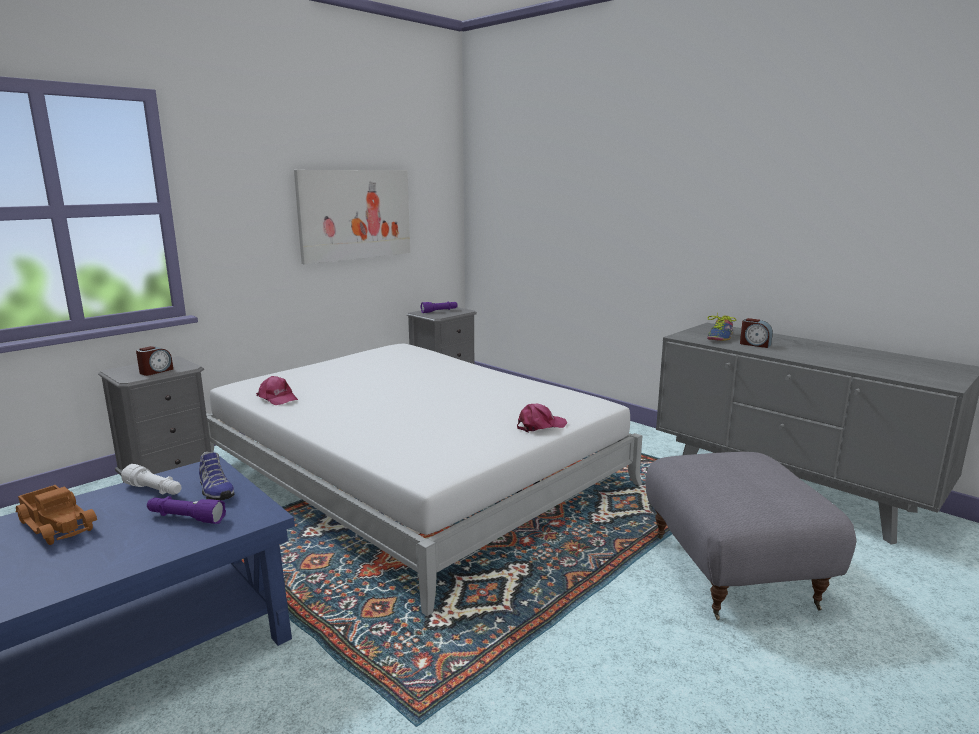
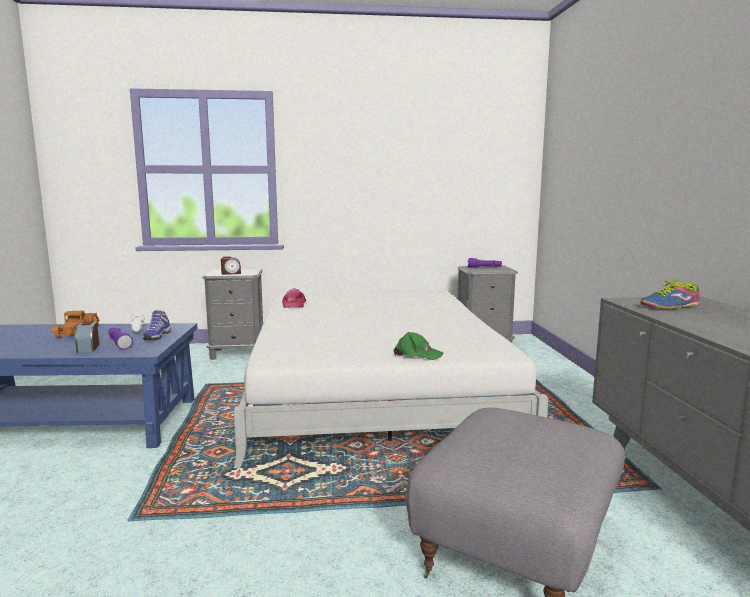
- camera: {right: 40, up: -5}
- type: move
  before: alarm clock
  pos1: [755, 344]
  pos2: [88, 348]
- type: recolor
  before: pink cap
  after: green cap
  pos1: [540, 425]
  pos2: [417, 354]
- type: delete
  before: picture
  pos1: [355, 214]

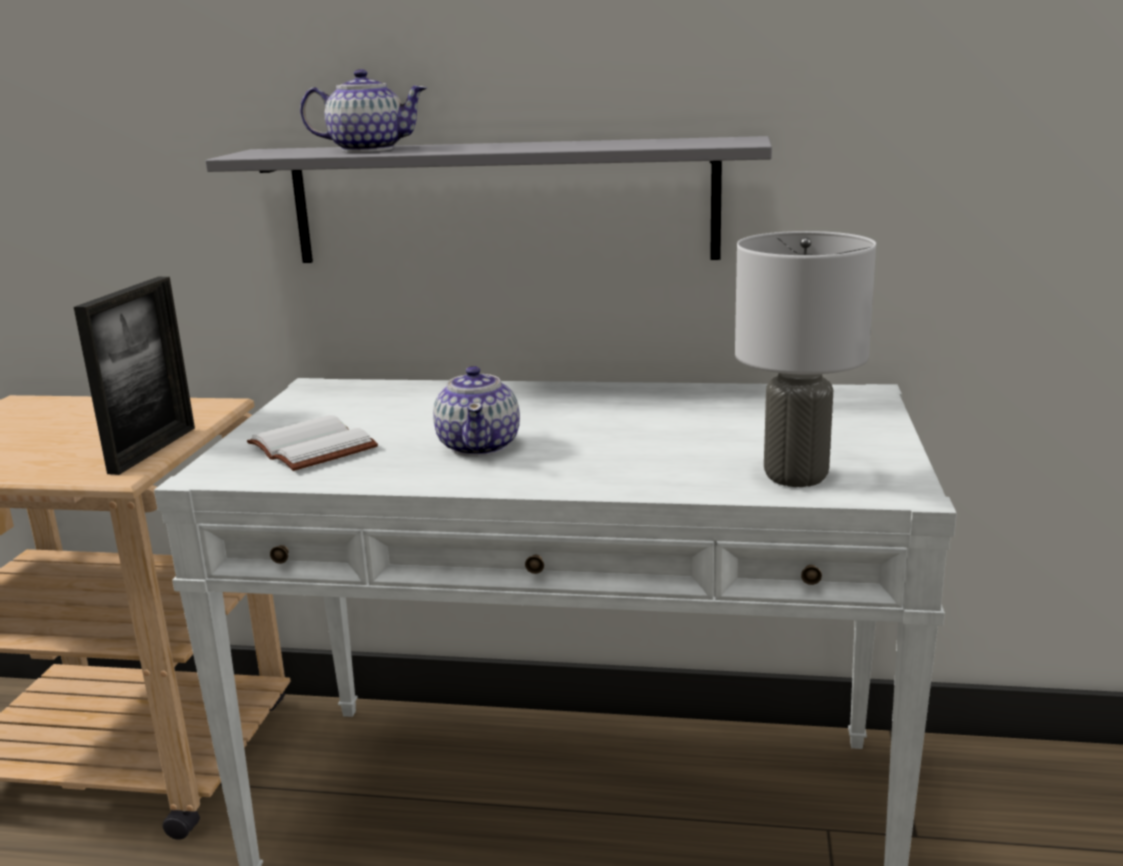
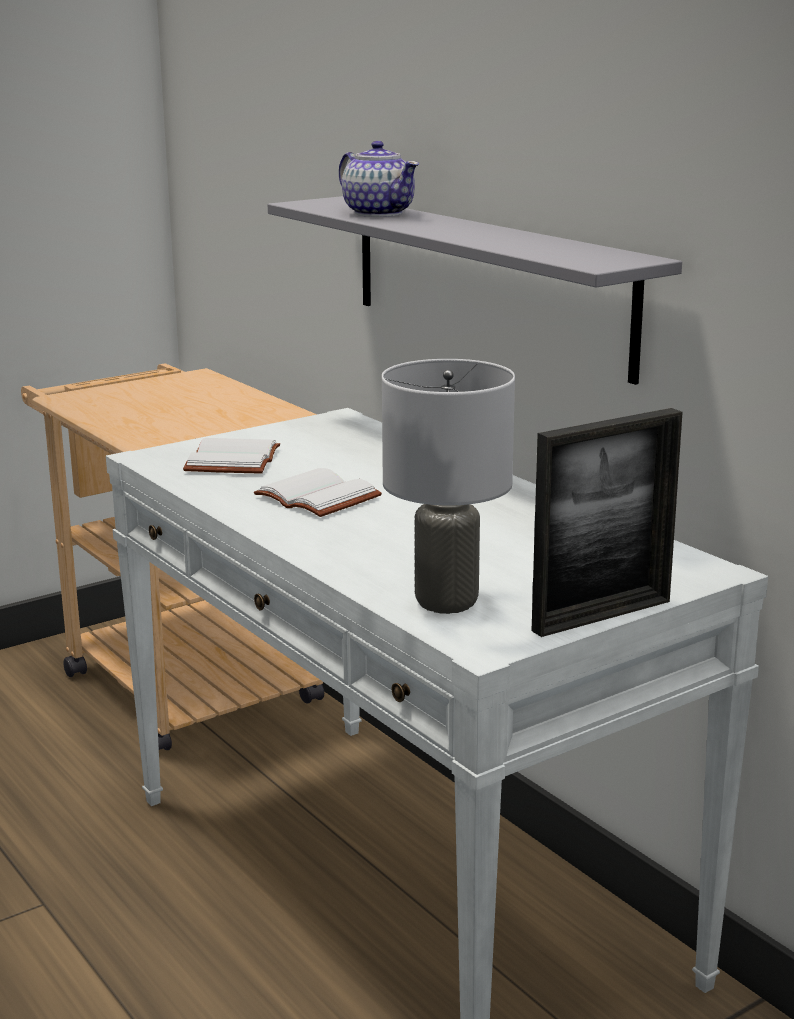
- camera: {right: 45, up: 0}
- type: replace
  before: teapot
  after: white book
  pos1: [479, 446]
  pos2: [321, 497]
- type: move
  before: picture frame
  pos1: [153, 450]
  pos2: [602, 616]

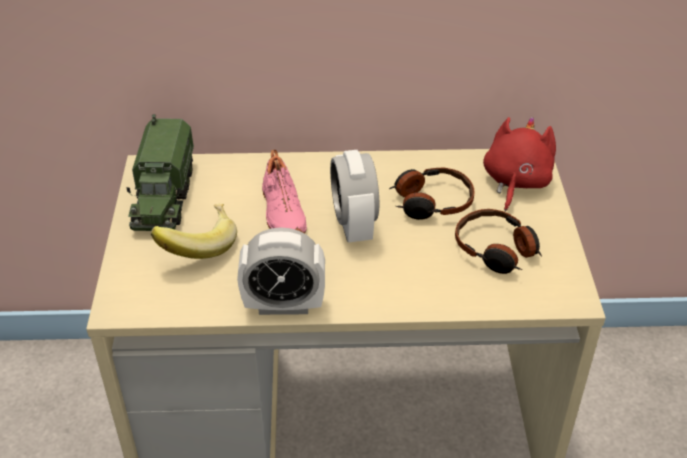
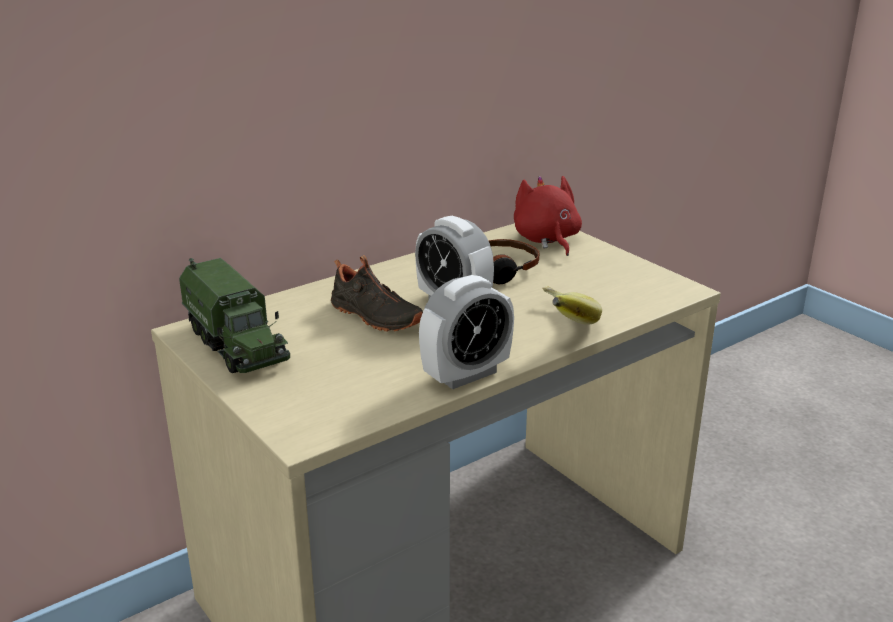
- camera: {right: -35, up: -15}
- type: recolor
  before: pink shoe
  after: black shoe
  pos1: [281, 212]
  pos2: [374, 317]
- type: move
  before: banana
  pos1: [198, 245]
  pos2: [560, 325]
- type: delete
  before: headphones
  pos1: [496, 250]

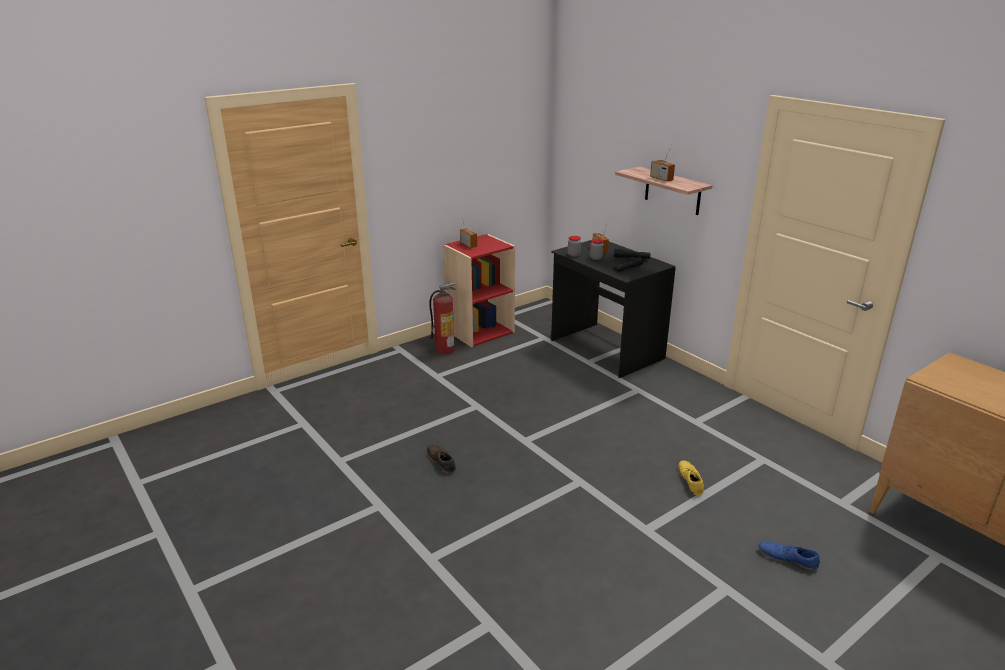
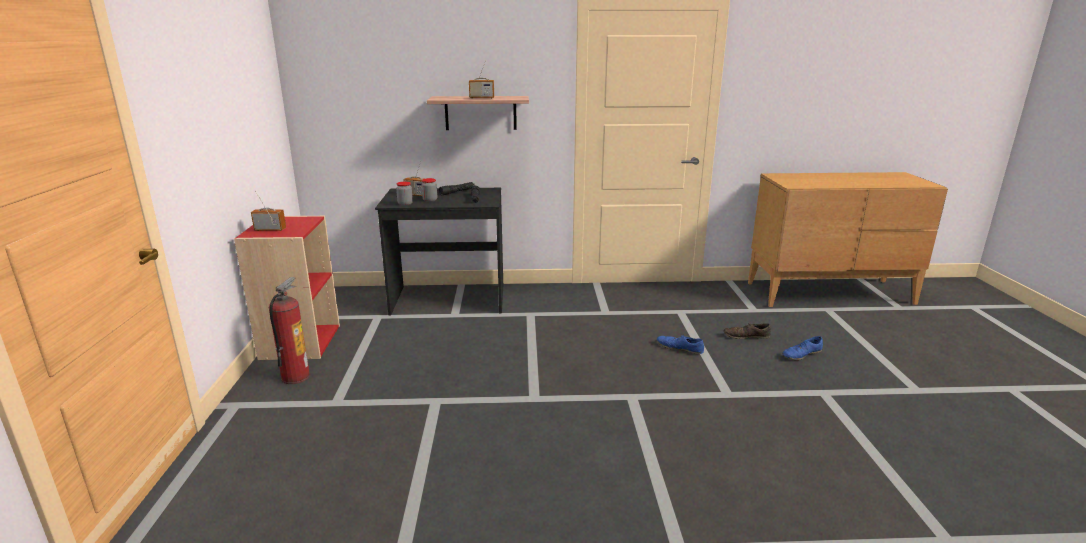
- camera: {right: -55, up: -5}
- type: recolor
  before: yellow shoe
  after: blue shoe
  pos1: [690, 480]
  pos2: [679, 348]
- type: move
  before: brown shoe
  pos1: [441, 461]
  pos2: [746, 336]

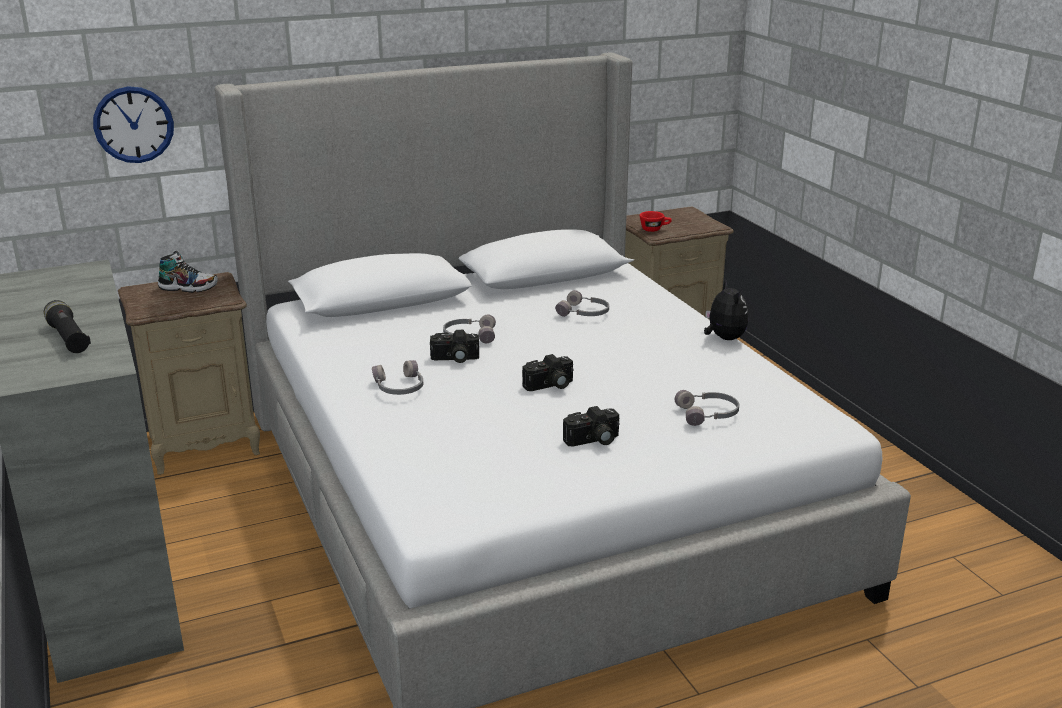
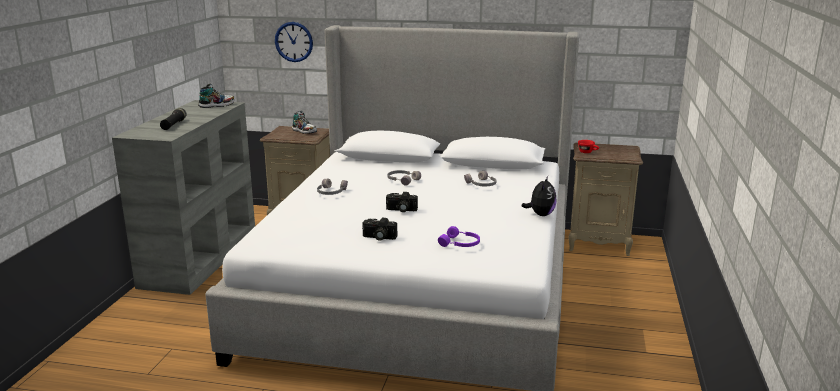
- camera: {right: 35, up: -5}
- type: insert
  after: shoe
  pos2: [217, 105]
- type: recolor
  before: grey headphones
  after: purple headphones
  pos1: [708, 414]
  pos2: [460, 244]
- type: delete
  before: photo camera
  pos1: [454, 359]

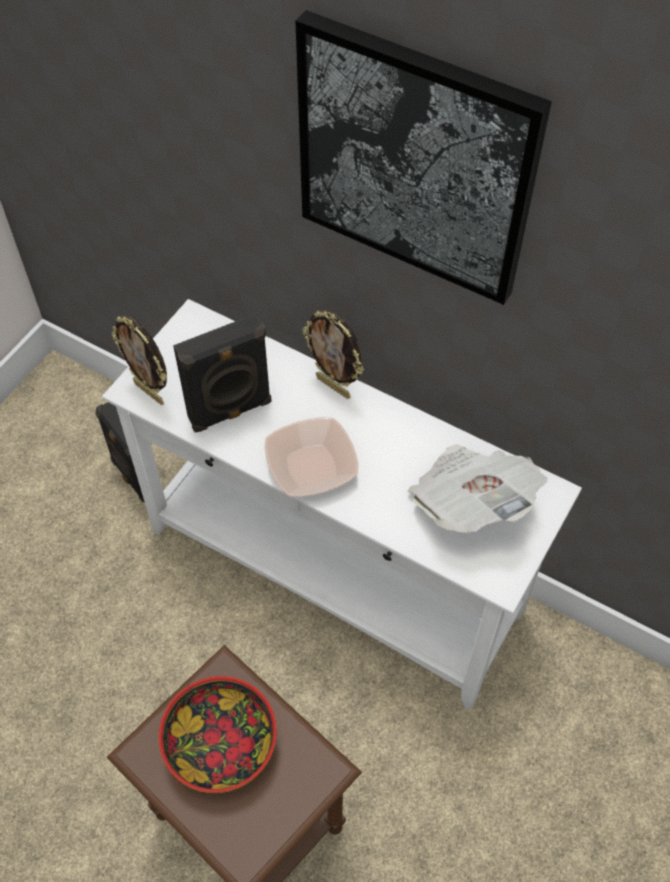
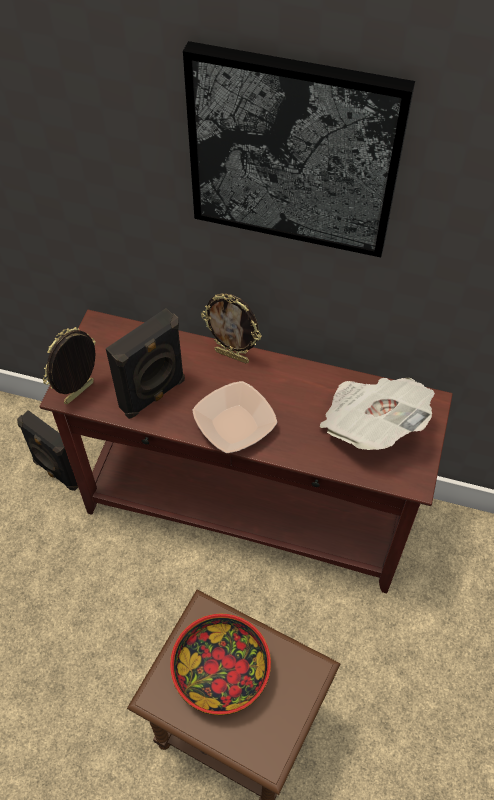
- camera: {right: -15, up: 0}
- type: recolor
  before: white console table
  after: brown console table
  pos1: [337, 570]
  pos2: [248, 507]
- type: rotate
  before: picture frame
  pos1: [150, 392]
  pos2: [80, 394]
  turn: 105

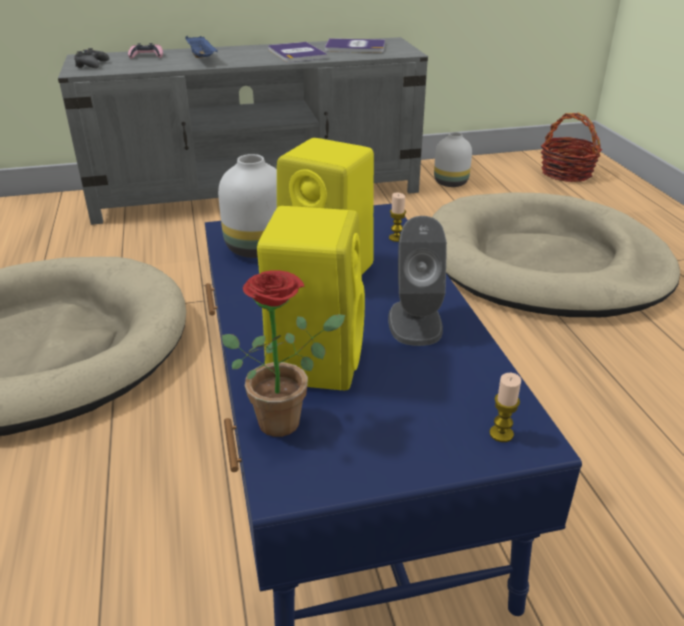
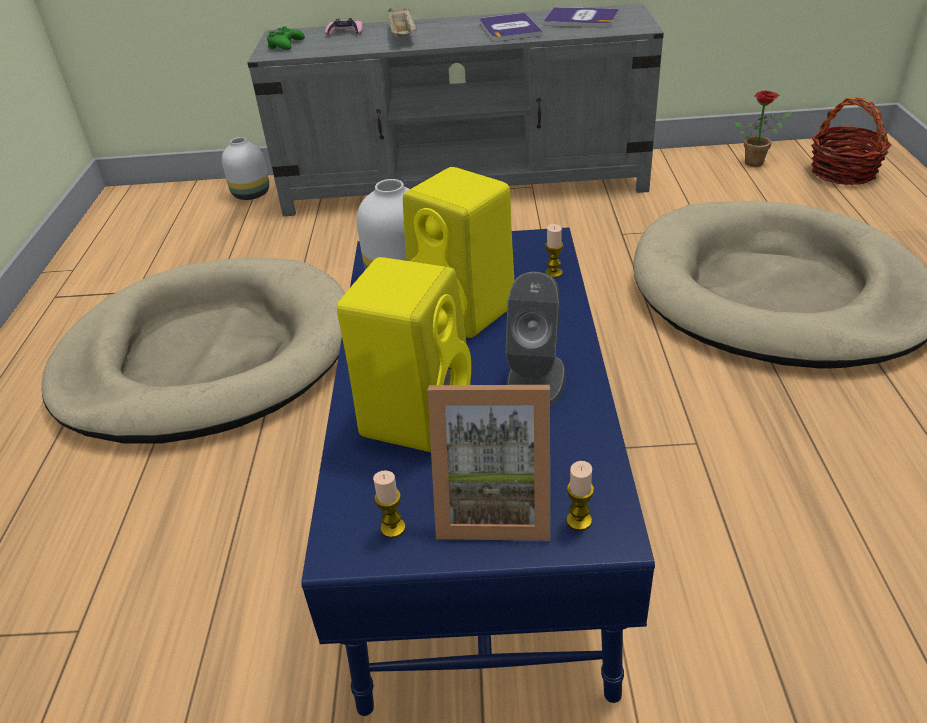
- camera: {right: 15, up: 5}
- type: move
  before: white vase
  pos1: [449, 183]
  pos2: [250, 194]
- type: recolor
  before: black game controller
  after: green game controller
  pos1: [92, 65]
  pos2: [285, 45]
- type: insert
  after: candle
  pos2: [393, 528]
- type: recolor
  before: blue tray
  after: beige tray
  pos1: [202, 58]
  pos2: [403, 36]
- type: insert
  after: picture frame
  pos2: [493, 505]
- type: move
  before: potted plant
  pos1: [287, 418]
  pos2: [757, 162]

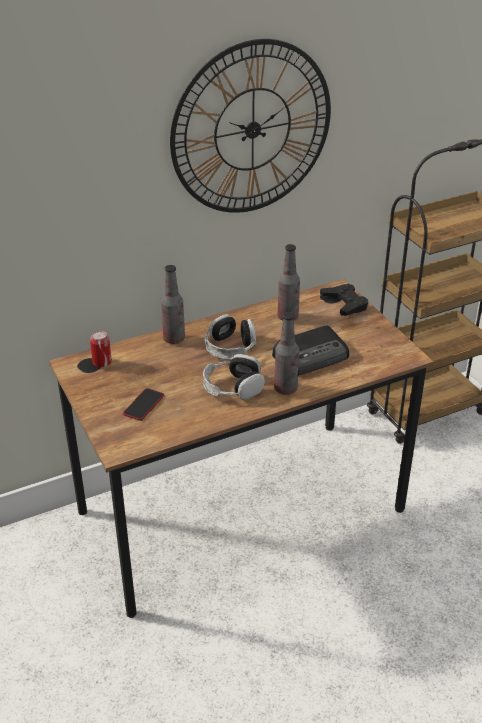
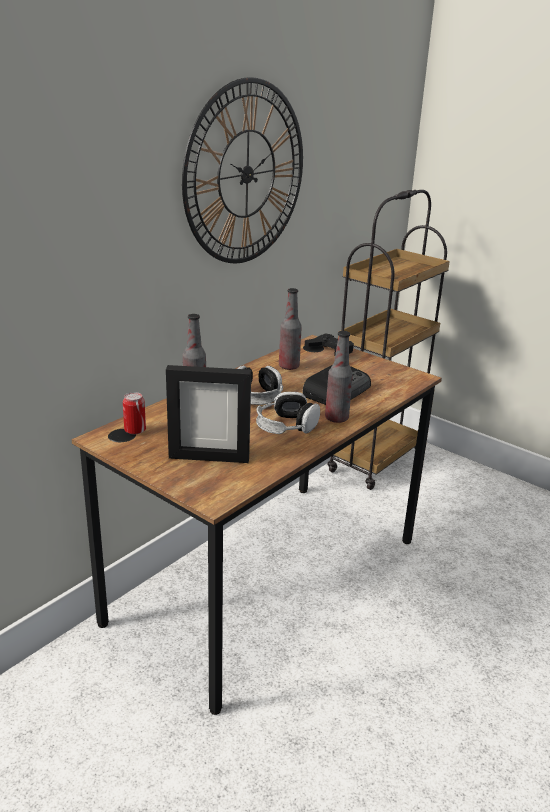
- camera: {right: -25, up: -10}
- type: replace
  before: phone
  after: picture frame
  pos1: [143, 405]
  pos2: [209, 457]

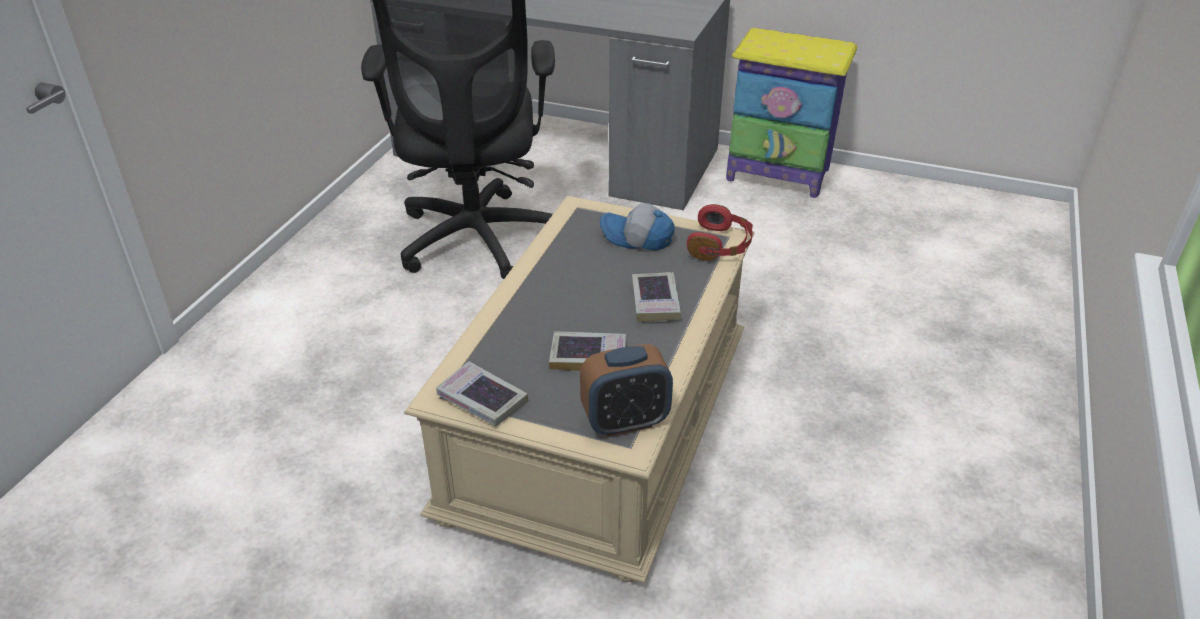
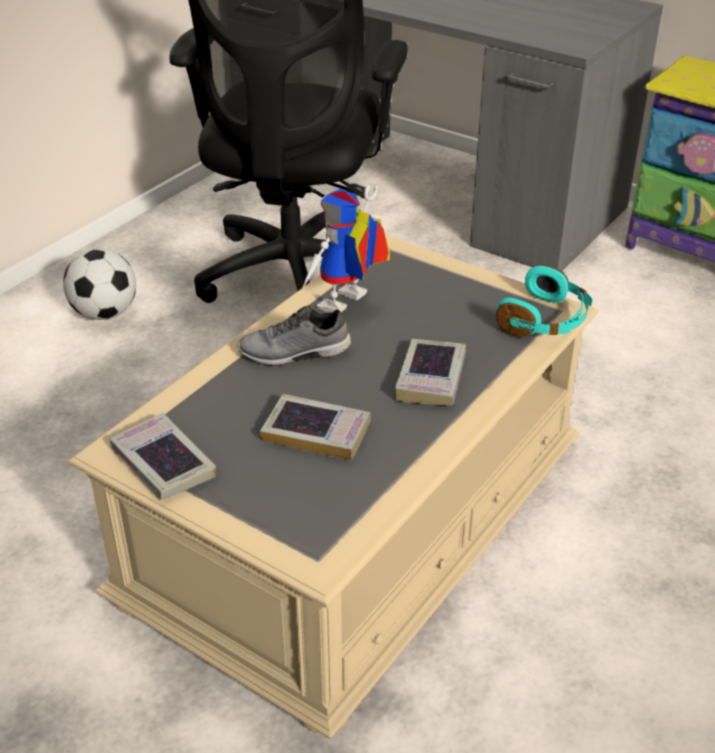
- camera: {right: 15, up: 0}
- type: insert
  after: football
  pos2: [105, 313]
- type: insert
  after: grey shoe
  pos2: [294, 353]
- type: insert
  after: toy robot
  pos2: [346, 306]
- type: recolor
  before: red headphones
  after: turquoise headphones
  pos1: [720, 245]
  pos2: [545, 320]
- type: delete
  before: alarm clock
  pos1: [625, 421]
- type: delete
  before: cap
  pos1: [637, 238]

